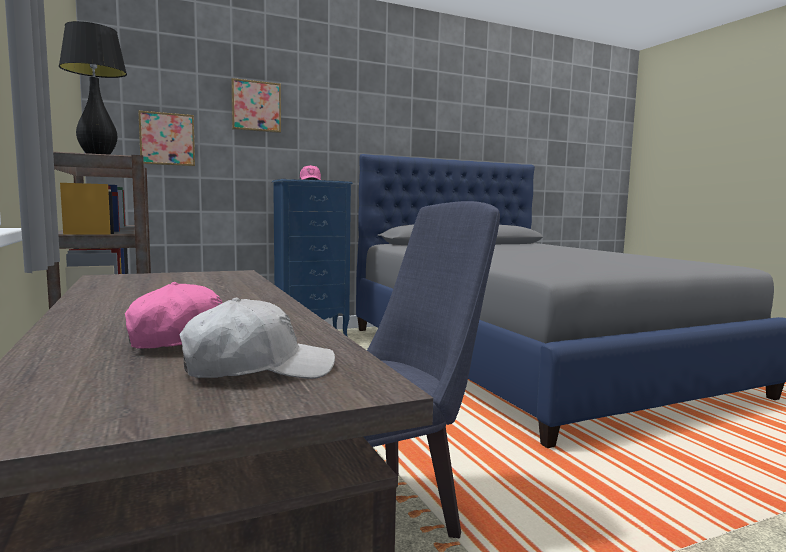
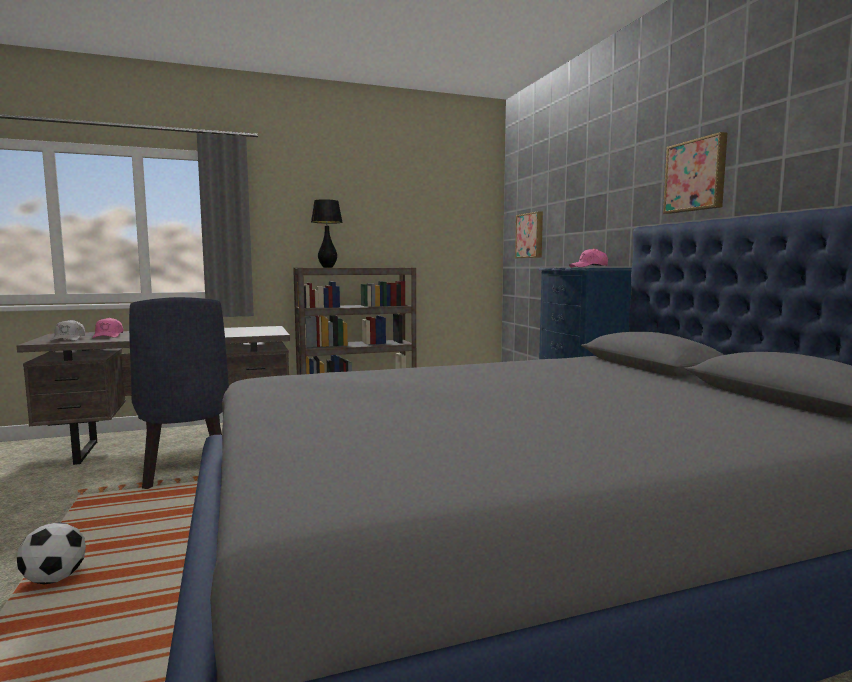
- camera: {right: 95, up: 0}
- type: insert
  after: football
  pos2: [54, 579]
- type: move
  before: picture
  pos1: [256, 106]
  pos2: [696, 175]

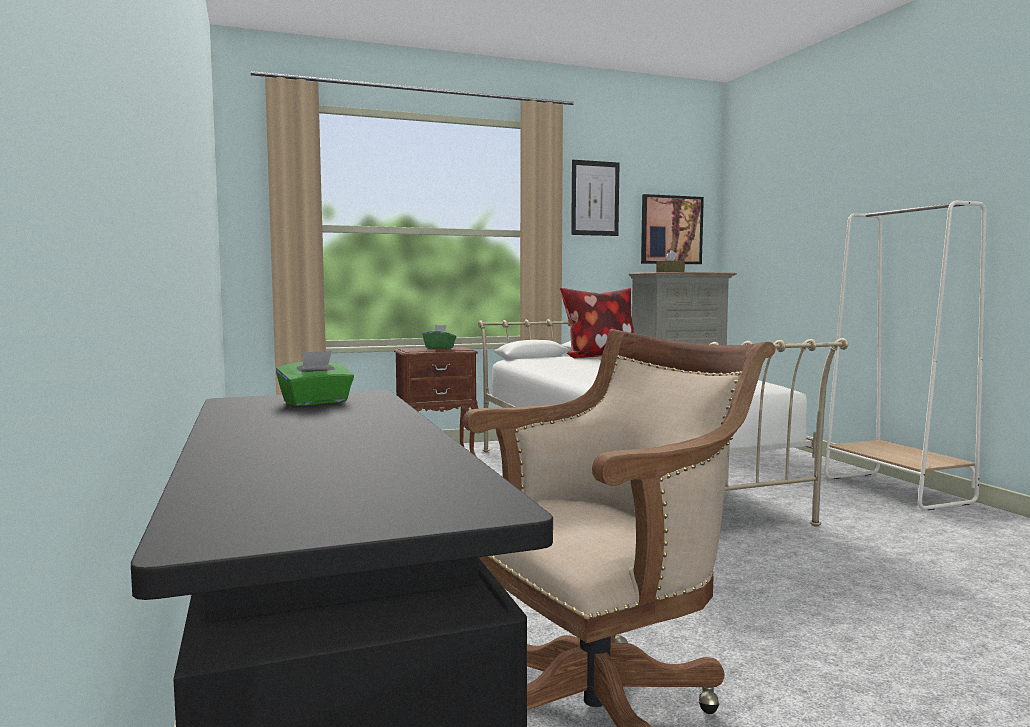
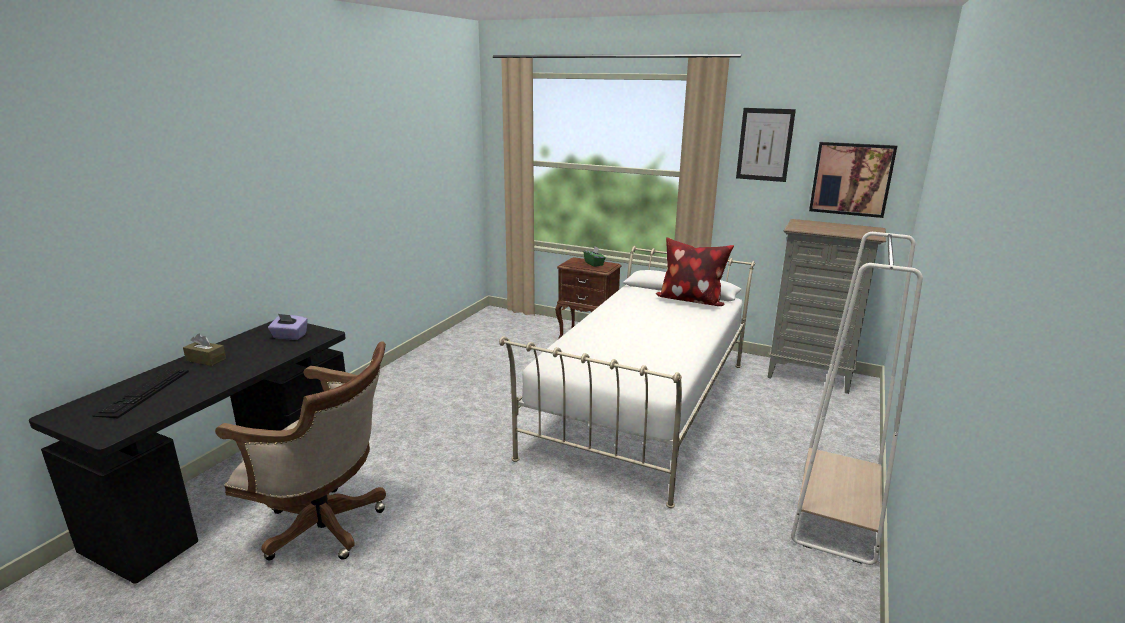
- camera: {right: 45, up: 15}
- type: insert
  after: keyboard
  pos2: [144, 392]
- type: move
  before: brown tissue box
  pos1: [670, 272]
  pos2: [206, 359]
- type: recolor
  before: green tissue box
  after: purple tissue box
  pos1: [316, 402]
  pos2: [289, 336]

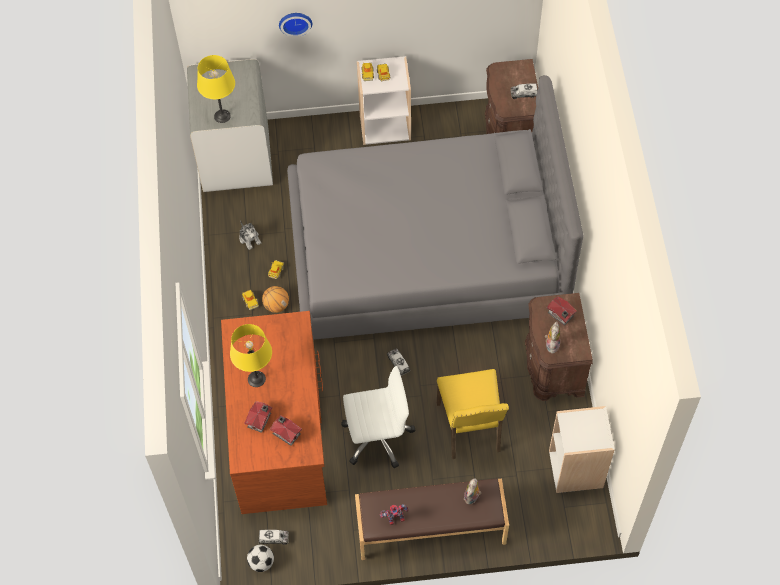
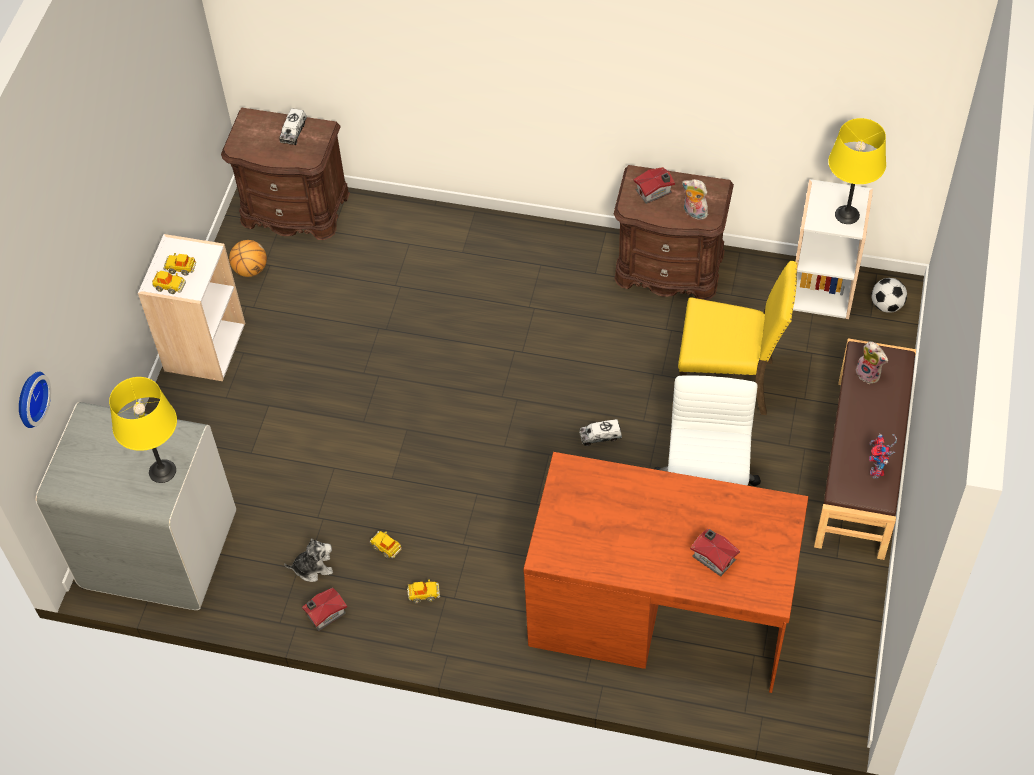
- camera: {right: -70, up: -5}
- type: move
  before: wall clock
  pos1: [295, 22]
  pos2: [29, 398]
- type: move
  before: basketball
  pos1: [276, 305]
  pos2: [250, 270]
- type: move
  before: toy house
  pos1: [286, 433]
  pos2: [325, 614]
- type: move
  before: yellow table lamp
  pos1: [256, 379]
  pos2: [847, 214]
- type: move
  before: football
  pos1: [261, 562]
  pos2: [886, 305]
- type: delete
  before: toy truck
  pos1: [274, 538]
- type: delete
  before: grey bed
  pos1: [427, 255]

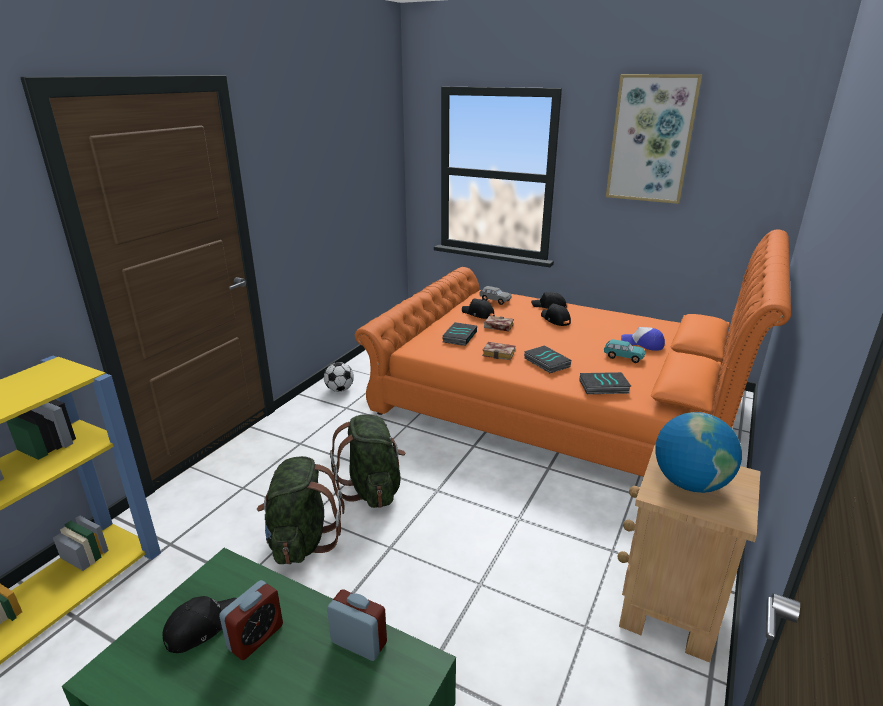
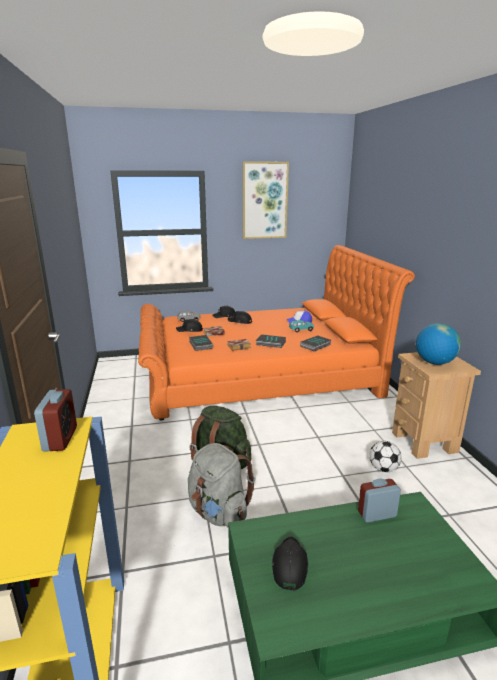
- camera: {right: -40, up: -5}
- type: move
  before: alarm clock
  pos1: [256, 637]
  pos2: [60, 439]
- type: recolor
  before: green backpack
  after: grey backpack
  pos1: [301, 540]
  pos2: [218, 512]
- type: move
  before: football
  pos1: [339, 390]
  pos2: [383, 469]

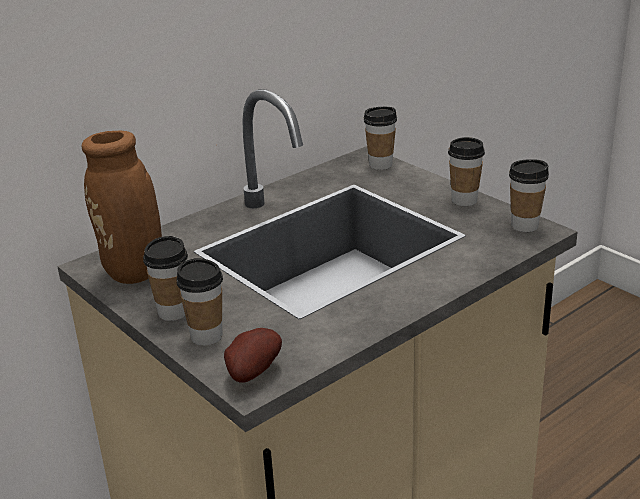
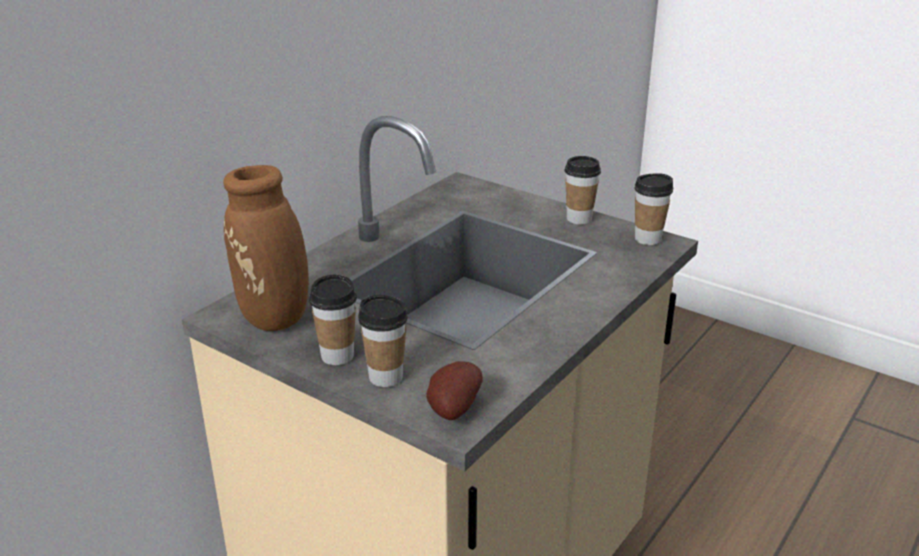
- camera: {right: -15, up: 0}
- type: delete
  before: cup
  pos1: [380, 165]

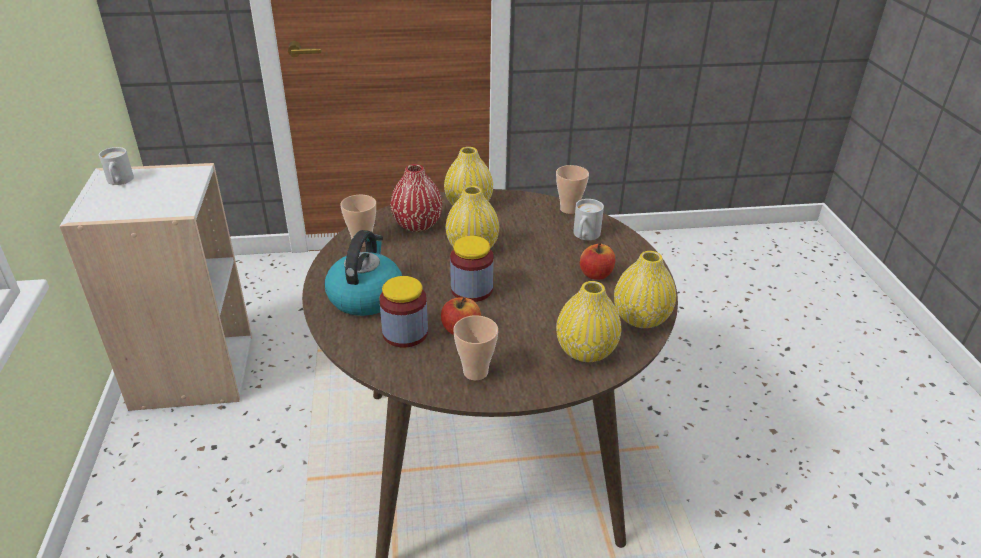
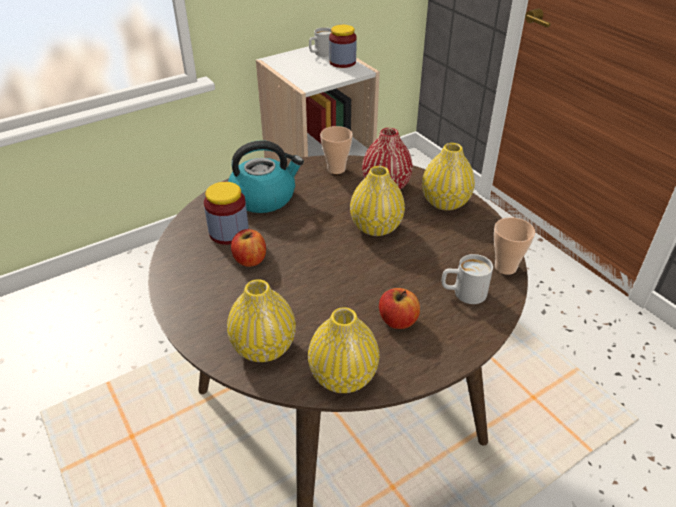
- camera: {right: 65, up: 5}
- type: move
  before: jar
  pos1: [471, 289]
  pos2: [342, 62]
- type: delete
  before: cup
  pos1: [475, 372]

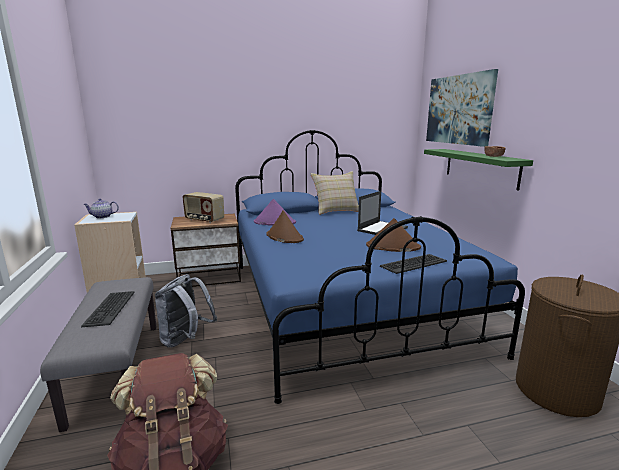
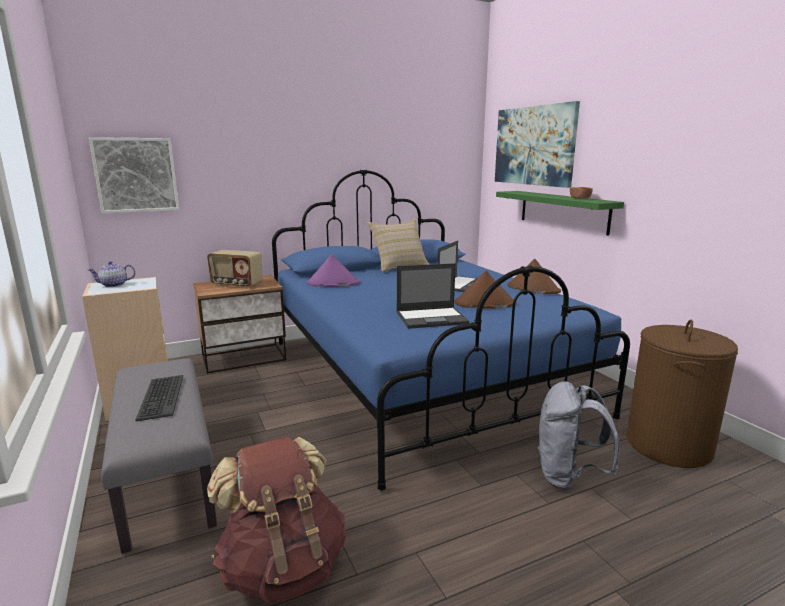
- camera: {right: -10, up: 0}
- type: insert
  after: picture
  pos2: [136, 175]
- type: insert
  after: laptop
  pos2: [432, 318]
- type: move
  before: brown hat
  pos1: [284, 237]
  pos2: [533, 289]
- type: move
  before: grey backpack
  pos1: [185, 340]
  pos2: [568, 477]
- type: delete
  before: keyboard
  pos1: [413, 264]

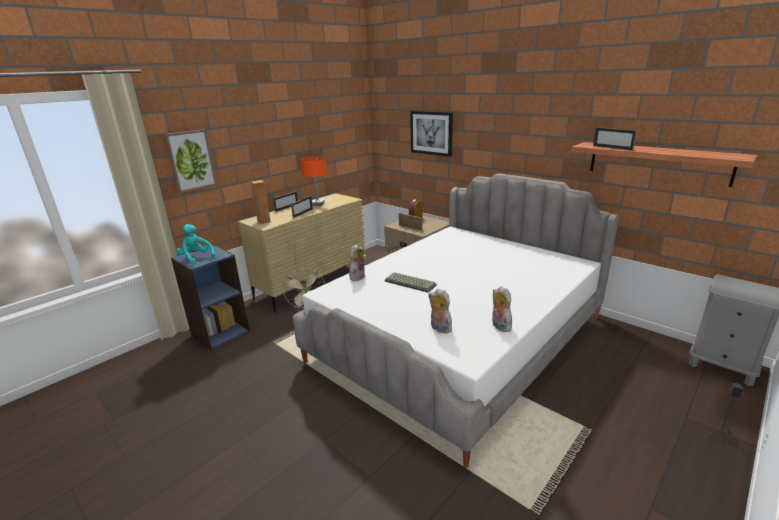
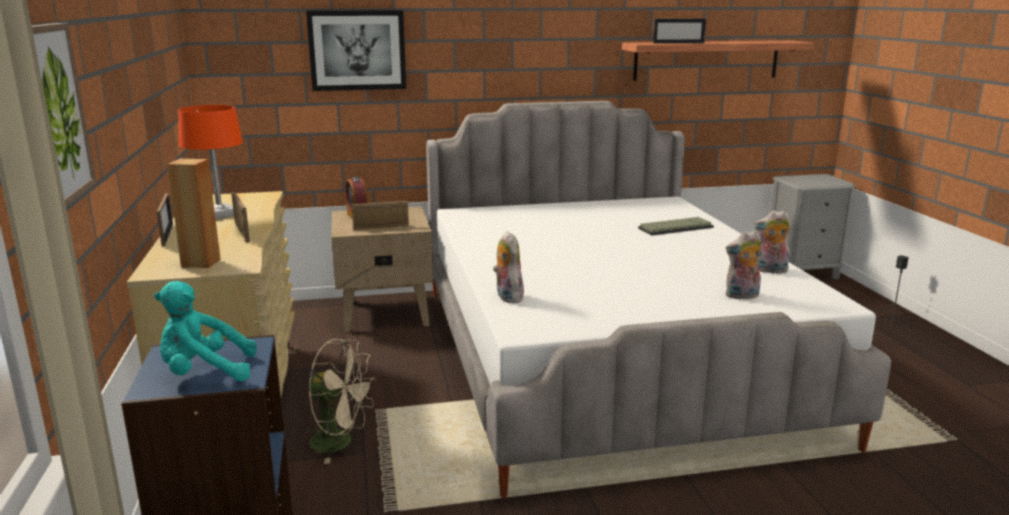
- camera: {right: -55, up: -5}
- type: move
  before: keyboard
  pos1: [411, 283]
  pos2: [675, 227]

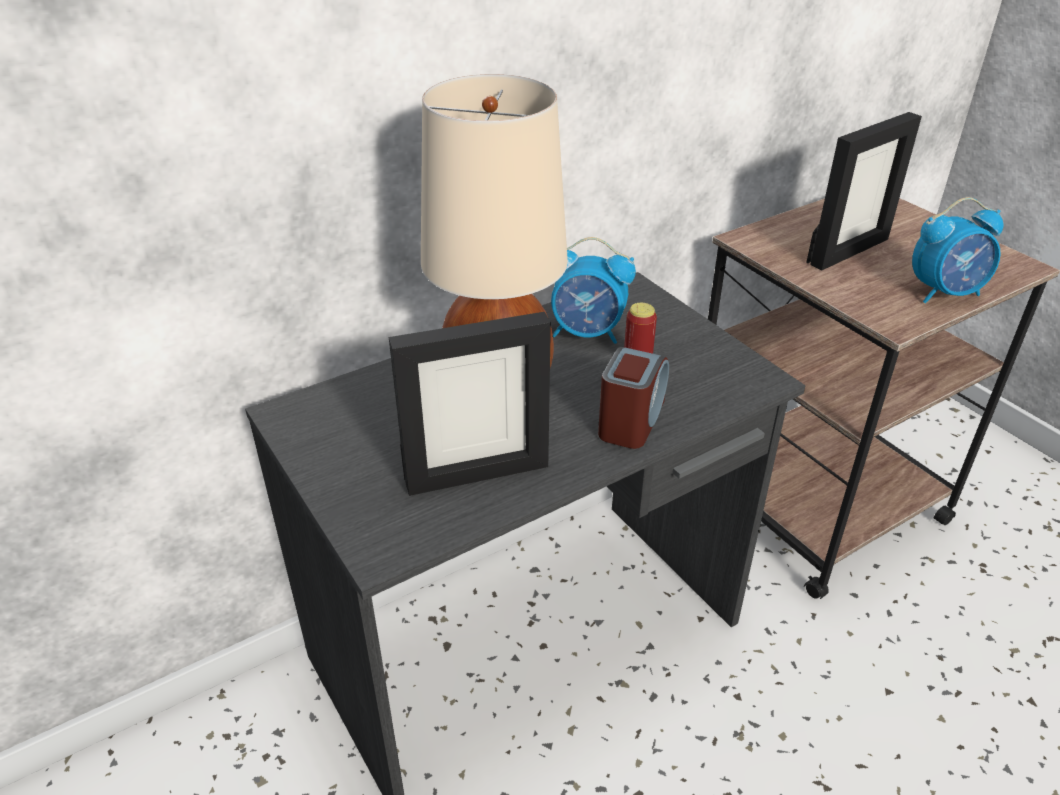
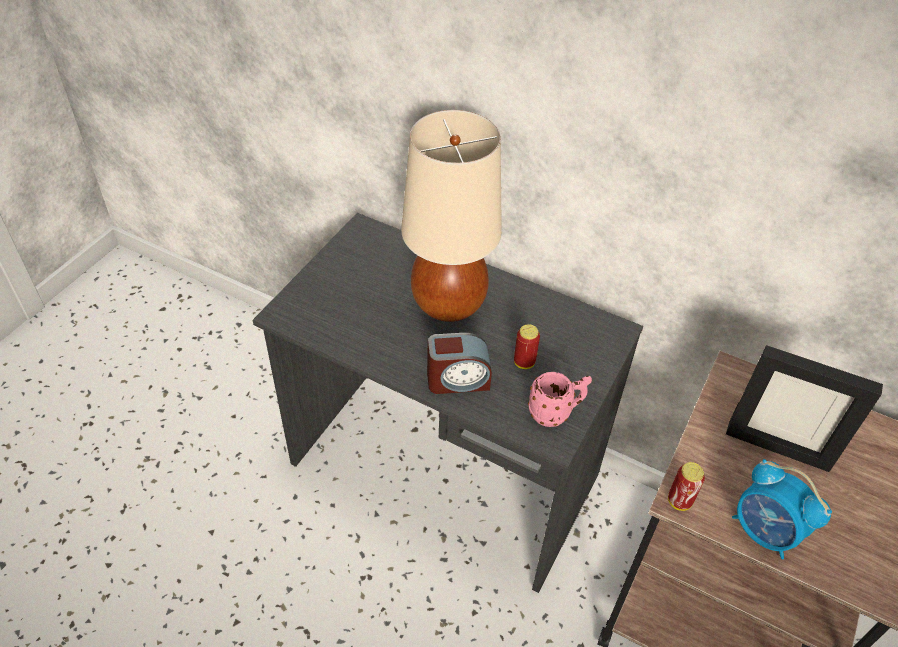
- camera: {right: 60, up: 10}
- type: insert
  after: pink mug
  pos2: [555, 413]
- type: insert
  after: can
  pos2: [679, 501]
- type: delete
  before: picture frame
  pos1: [476, 472]
- type: delete
  before: alarm clock
  pos1: [587, 333]

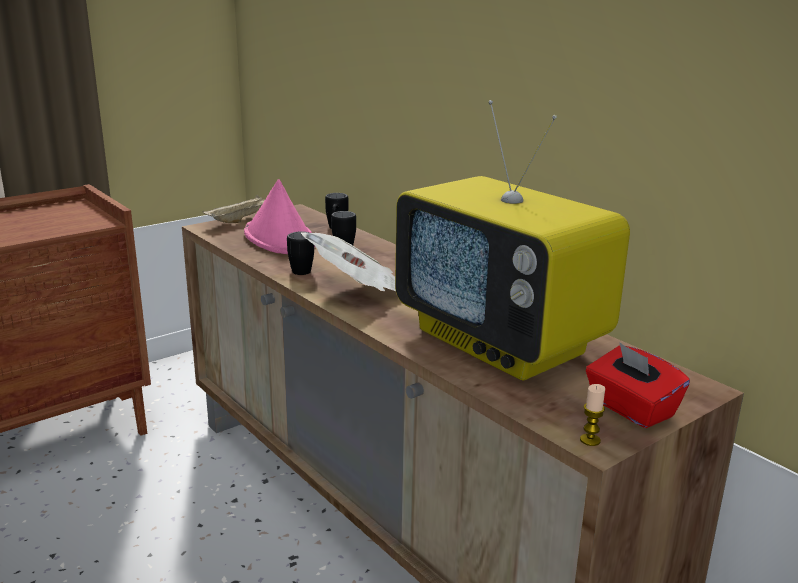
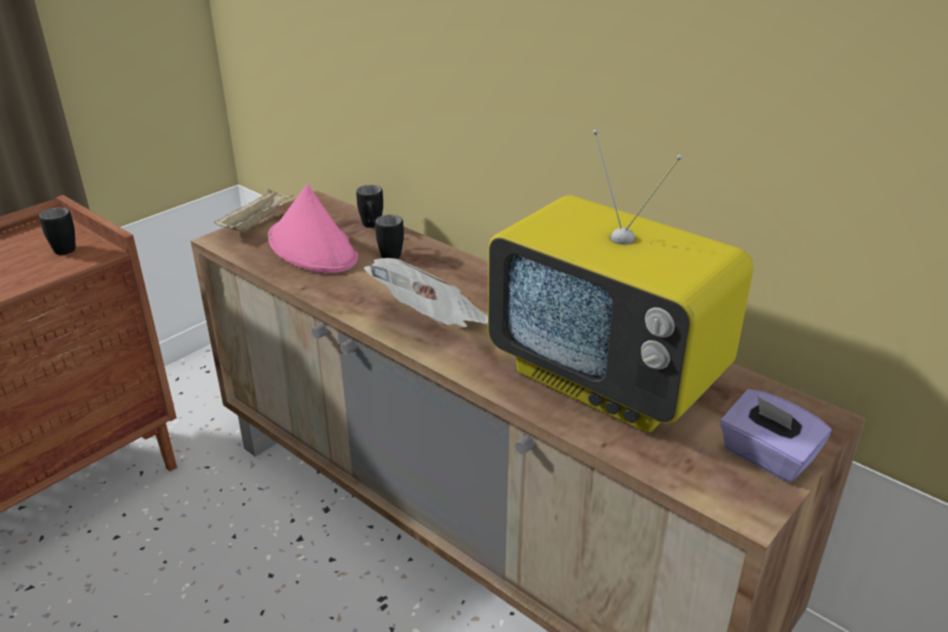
- camera: {right: -10, up: 10}
- type: move
  before: black mug
  pos1: [298, 269]
  pos2: [61, 248]
- type: recolor
  before: red tissue box
  after: purple tissue box
  pos1: [631, 409]
  pos2: [766, 457]
- type: delete
  before: candle
  pos1: [590, 440]

